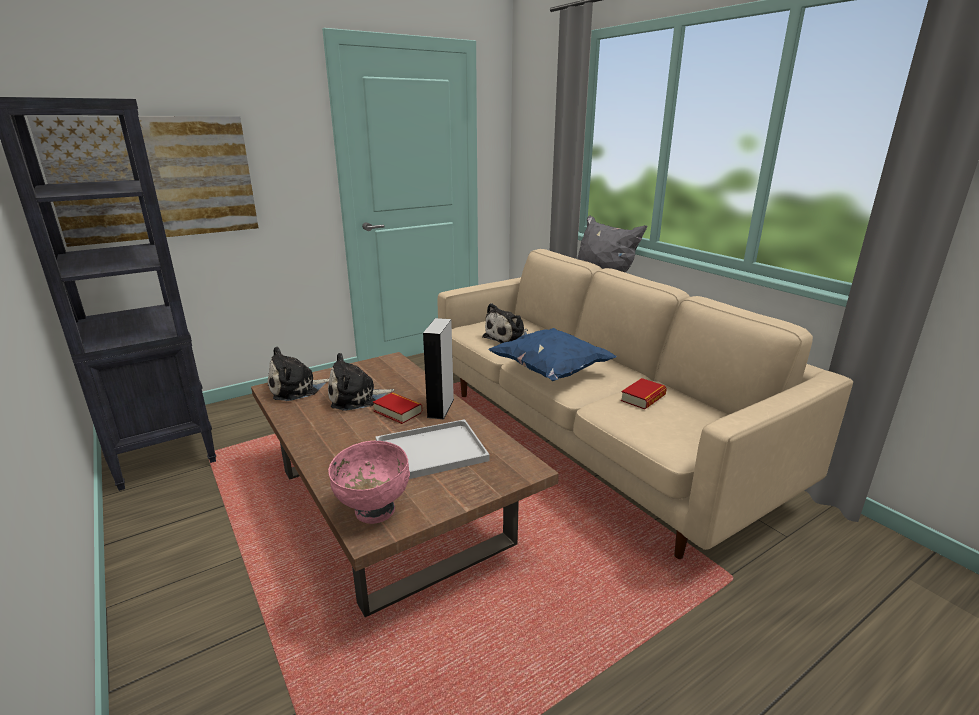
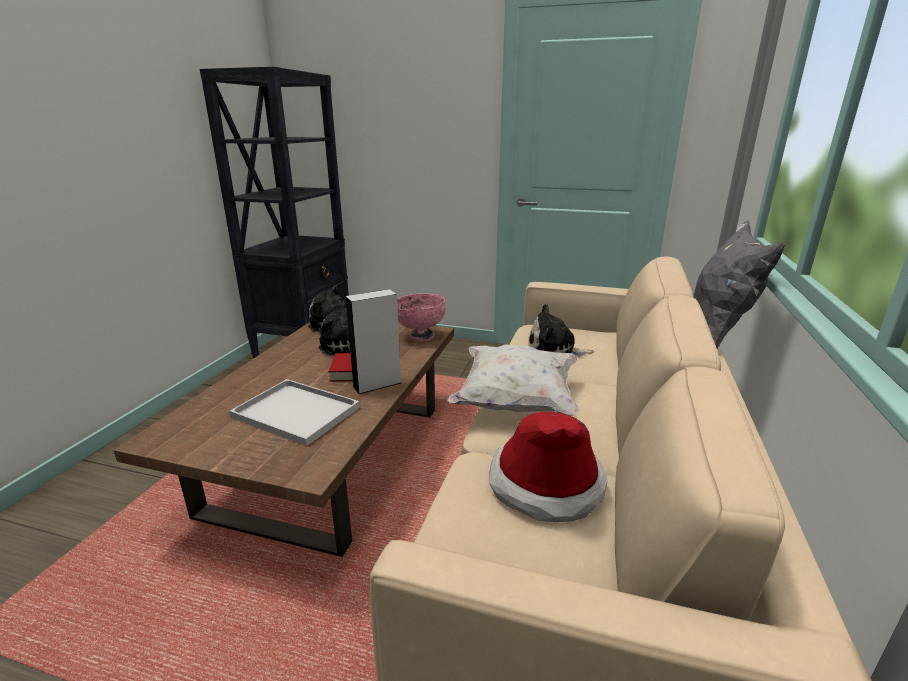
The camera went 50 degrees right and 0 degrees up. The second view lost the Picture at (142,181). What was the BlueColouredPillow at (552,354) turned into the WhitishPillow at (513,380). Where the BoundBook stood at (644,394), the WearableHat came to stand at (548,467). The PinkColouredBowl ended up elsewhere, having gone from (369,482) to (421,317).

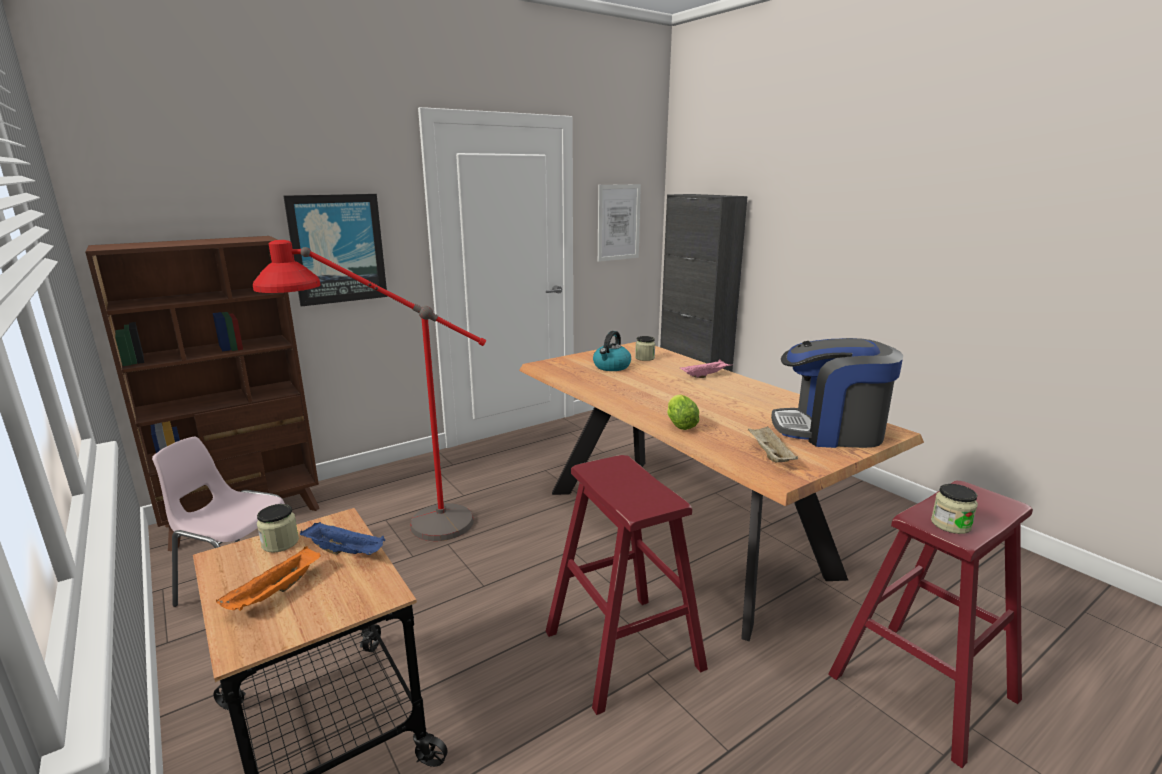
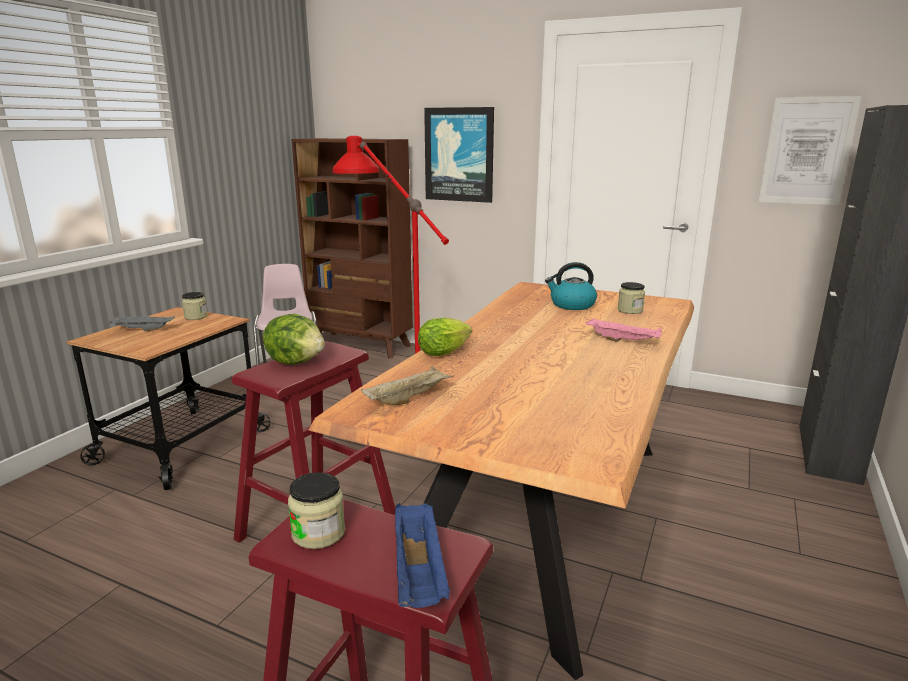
The camera went 60 degrees right and 0 degrees up. The second view lost the CoffeeMaker at (837,393). The BlueColouredCarryingTray ended up elsewhere, having gone from (342,538) to (422,555). What was the OrangeyCarryingTray at (268,578) turned into the GreyCarryingTray at (142,323). The second view gained the HeadOfLettuce at (294,339).

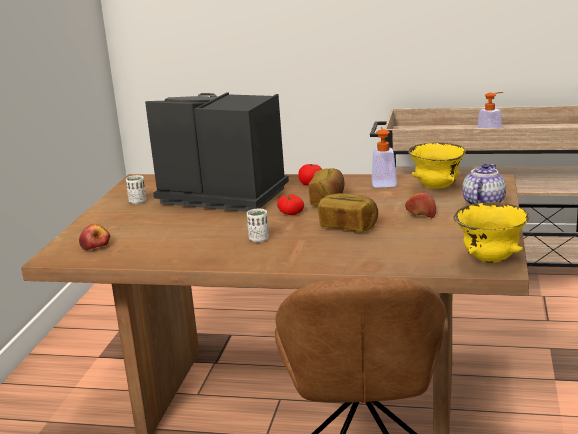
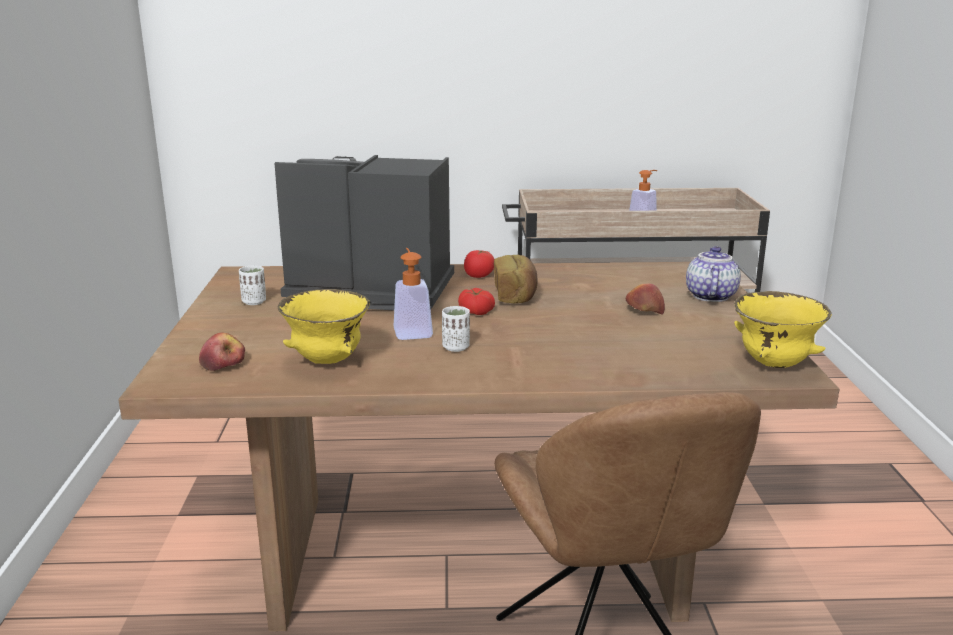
The camera went 15 degrees left and 0 degrees up. The SoapDispenser ended up elsewhere, having gone from (384,157) to (413,294). The YellowBowl ended up elsewhere, having gone from (437,165) to (323,326). The second view lost the Bread at (348,212).

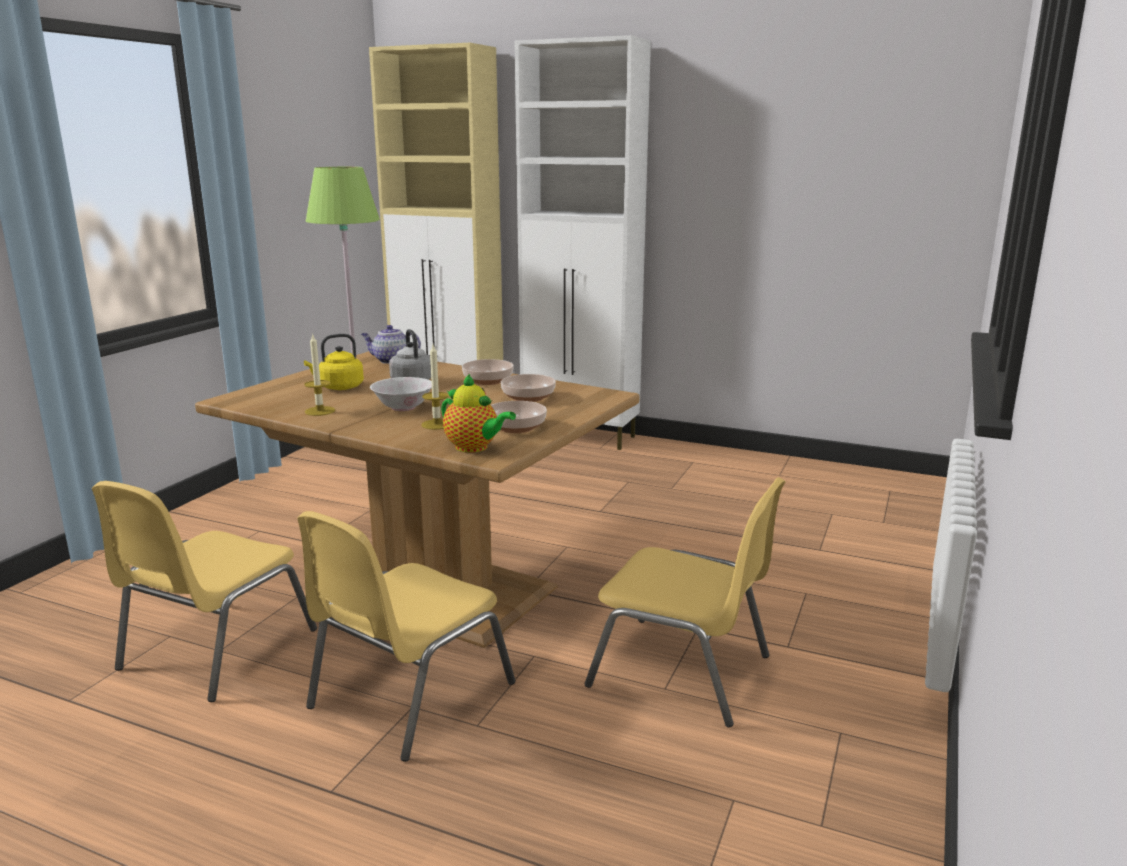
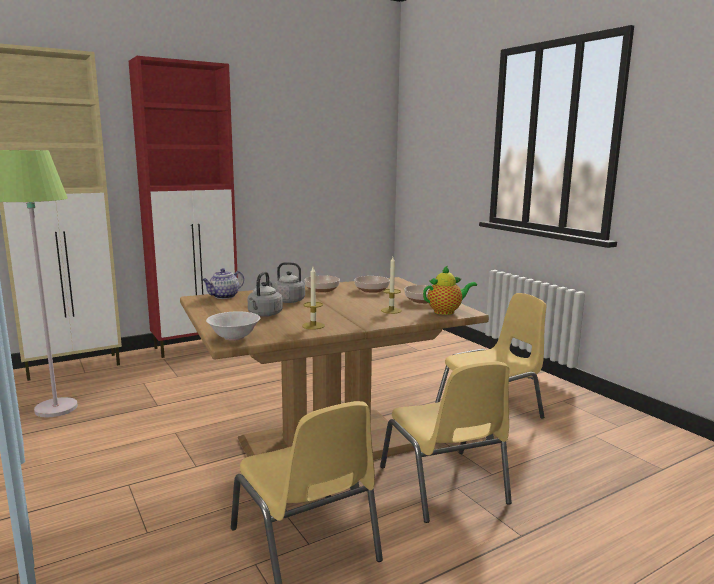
The camera went 55 degrees left and 5 degrees down. What was the WhitishCupboard at (582,242) turned into the ReddishCupboard at (183,207). What was the YellowKettle at (334,362) turned into the GreyKettle at (265,294). The WhitishBowl ended up elsewhere, having gone from (401,394) to (233,326).

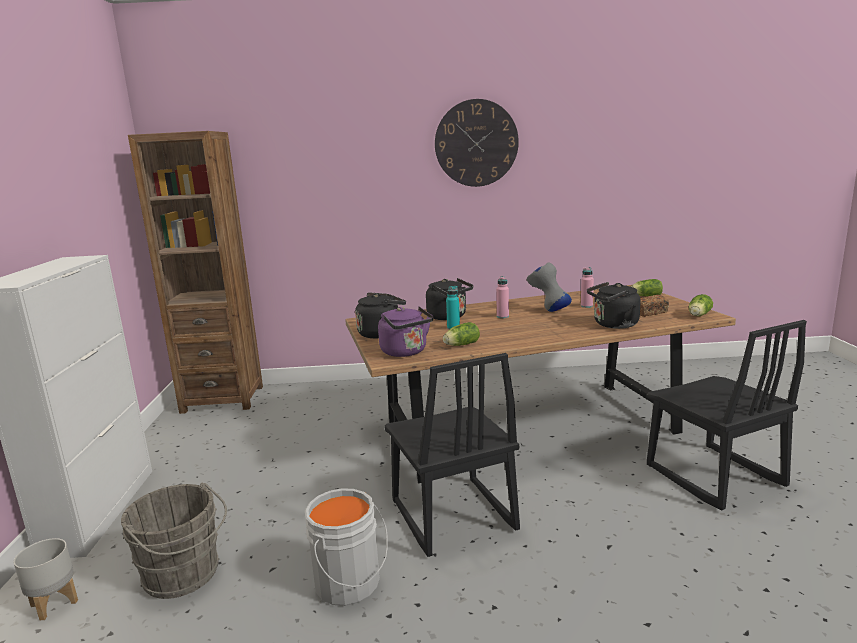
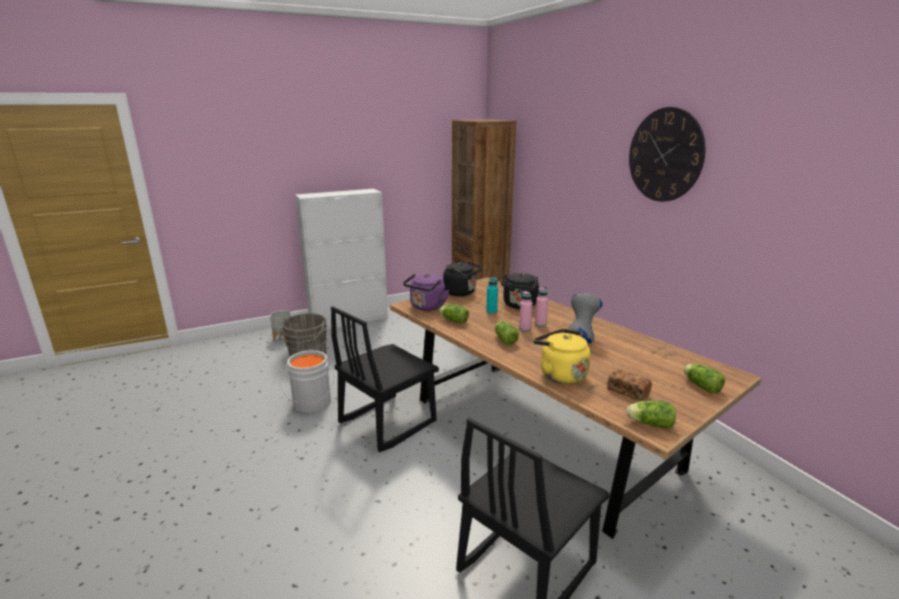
The camera went 65 degrees right and 5 degrees up. The PinkColouredDrinkBottle ended up elsewhere, having gone from (587,287) to (526,311). What was the BlackishKettle at (614,305) turned into the YellowKettle at (561,356). The second view gained the HeadOfLettuce at (507,333).

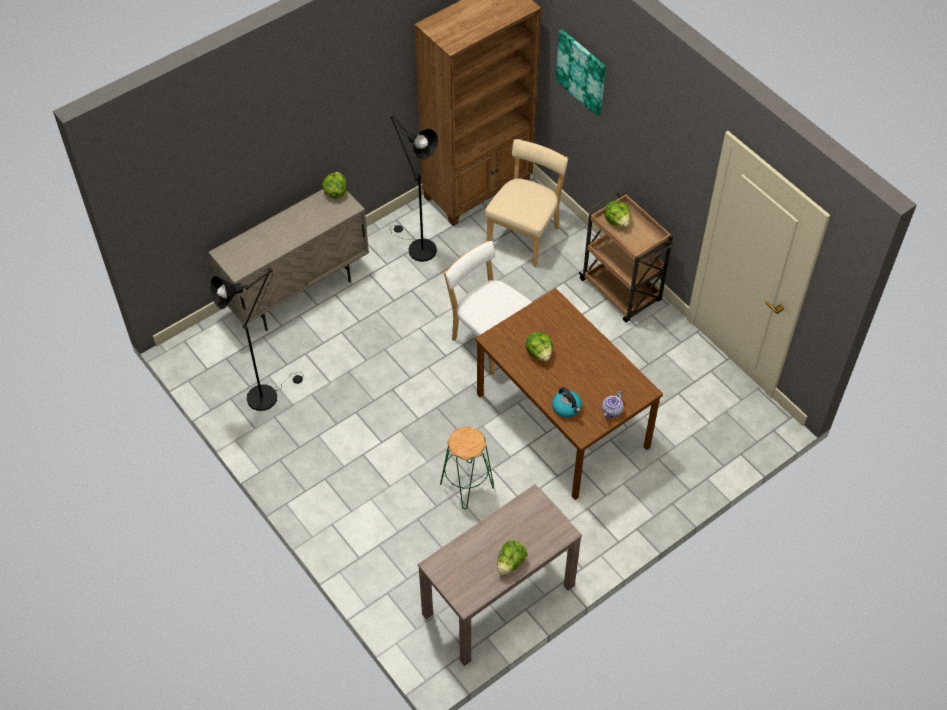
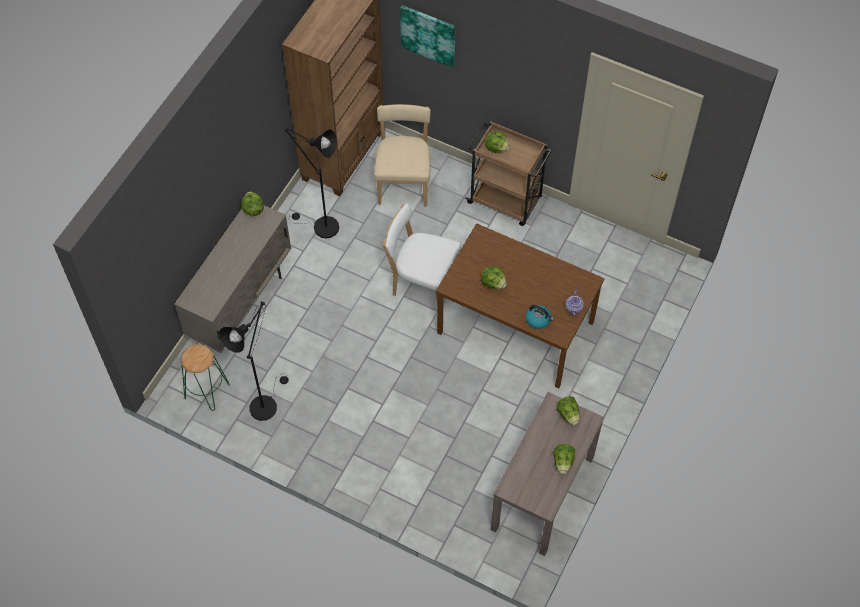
The camera went 25 degrees left and 5 degrees up. The GreenStool ended up elsewhere, having gone from (467,468) to (205,377). The second view gained the HeadOfLettuce at (568,411).

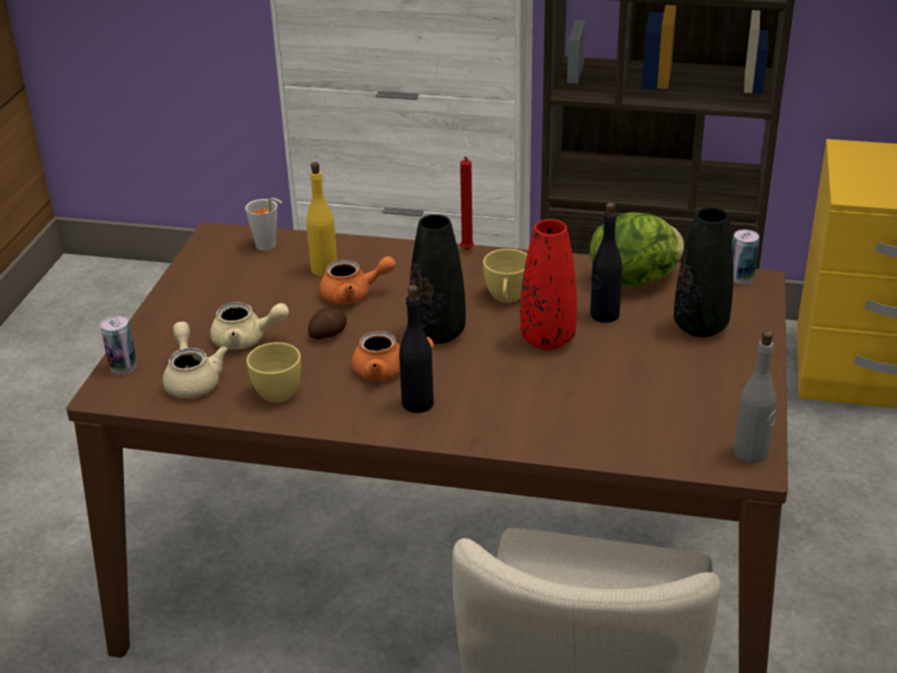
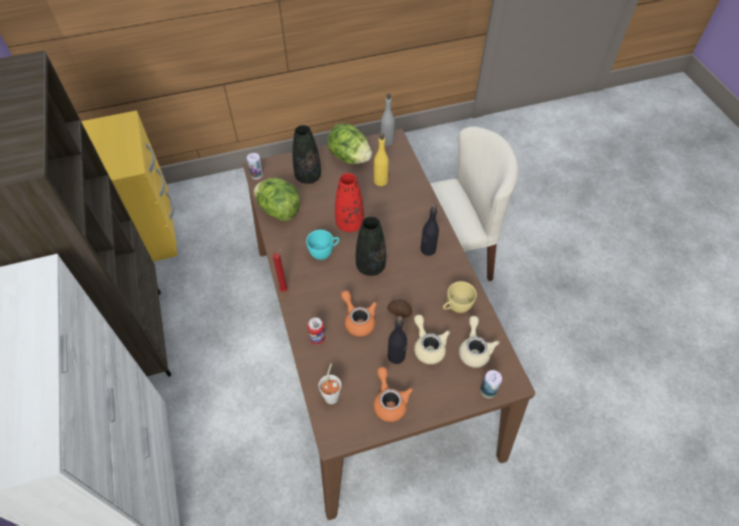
The camera went 120 degrees left and 20 degrees up. The YellowDrinkBottle ended up elsewhere, having gone from (321,219) to (381,159). The BlackishDrinkBottle ended up elsewhere, having gone from (606,263) to (398,340). What was the YellowSmallCup at (505,276) turned into the TurquoiseSmallCup at (323,245). The BeigeColouredPotForTea at (195,360) ended up facing another way, 135 degrees clockwise from before. The OrangeyPotForTea ended up elsewhere, having gone from (392,356) to (393,394). The second view gained the HeadOfLettuce at (349,143). The second view gained the Can at (316,331).

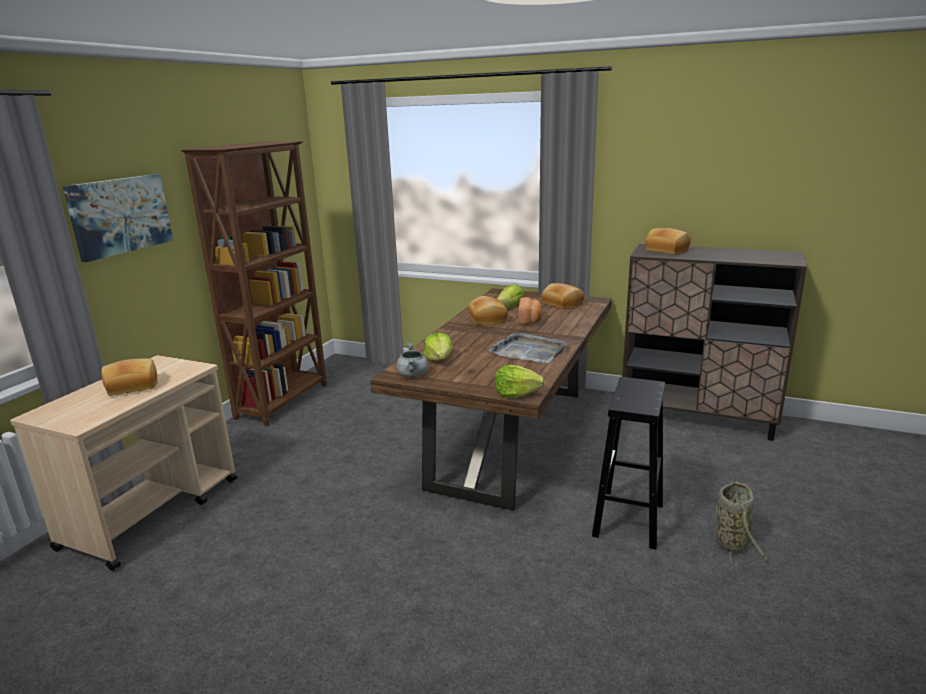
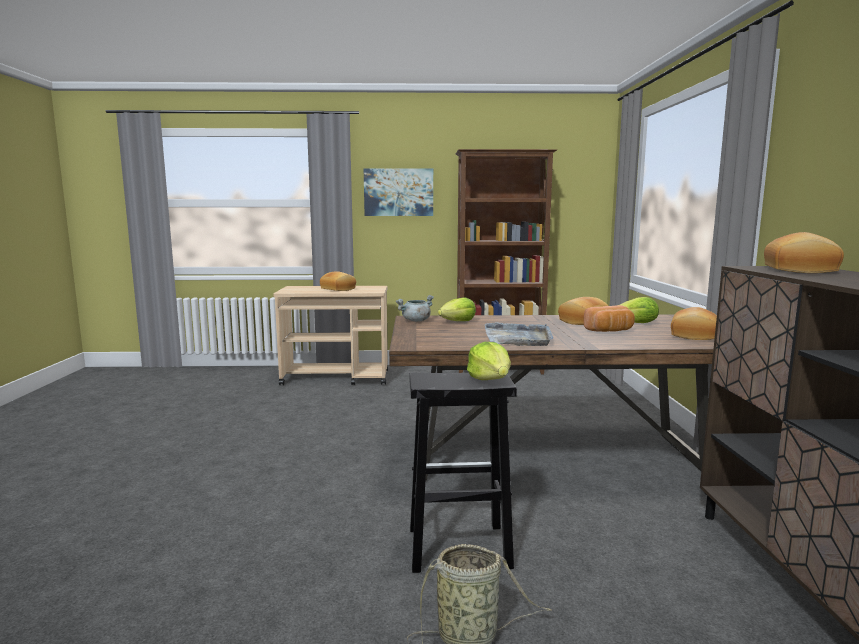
The camera went 65 degrees right and 10 degrees down. The HeadOfLettuce ended up elsewhere, having gone from (520,381) to (489,361).

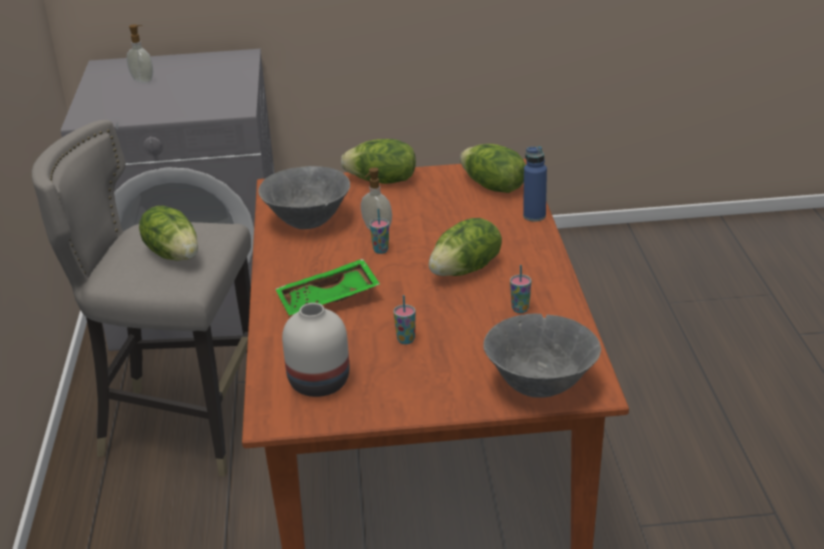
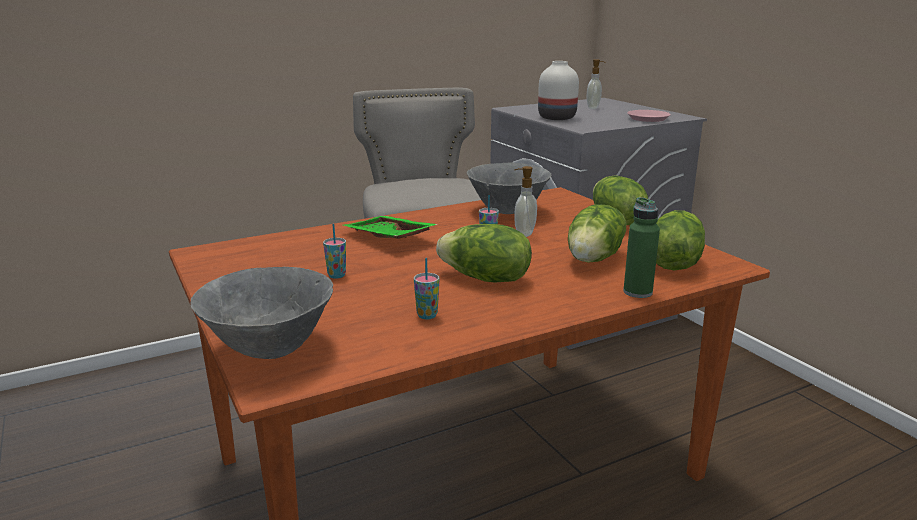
The camera went 65 degrees right and 10 degrees down. What was the BlueColouredDrinkBottle at (535,184) turned into the GreenDrinkBottle at (641,247). The HeadOfLettuce ended up elsewhere, having gone from (168,233) to (597,233). The WhitishDecorativeVase ended up elsewhere, having gone from (316,350) to (558,90). The second view gained the PinkColouredDinnerPlate at (649,116).

